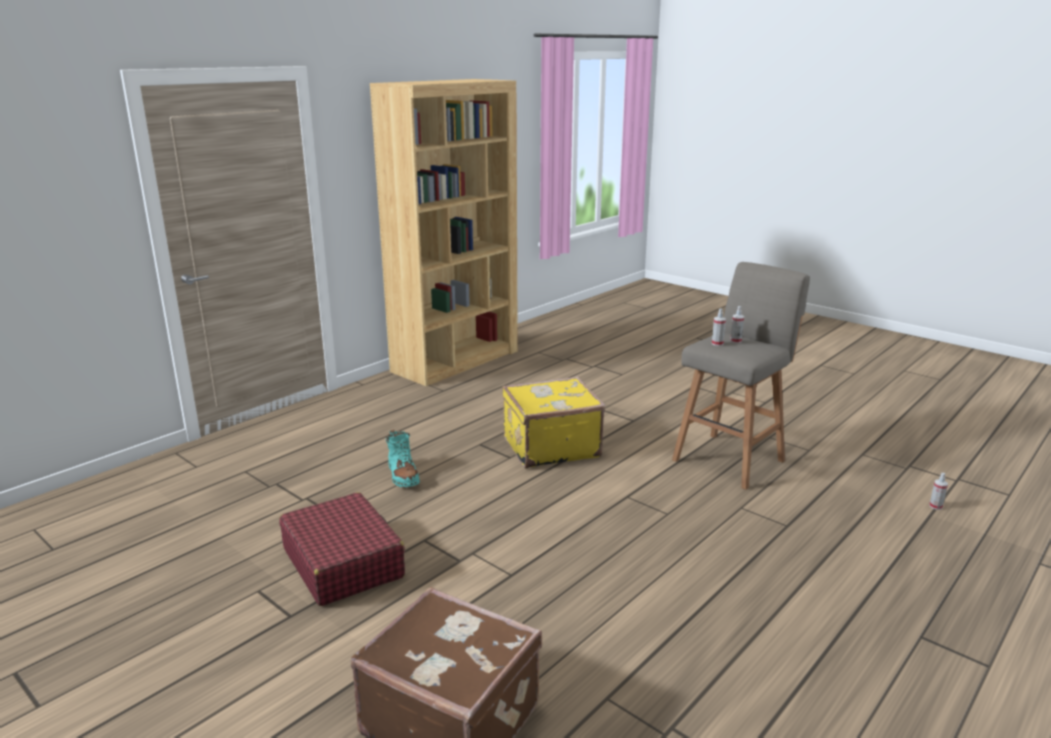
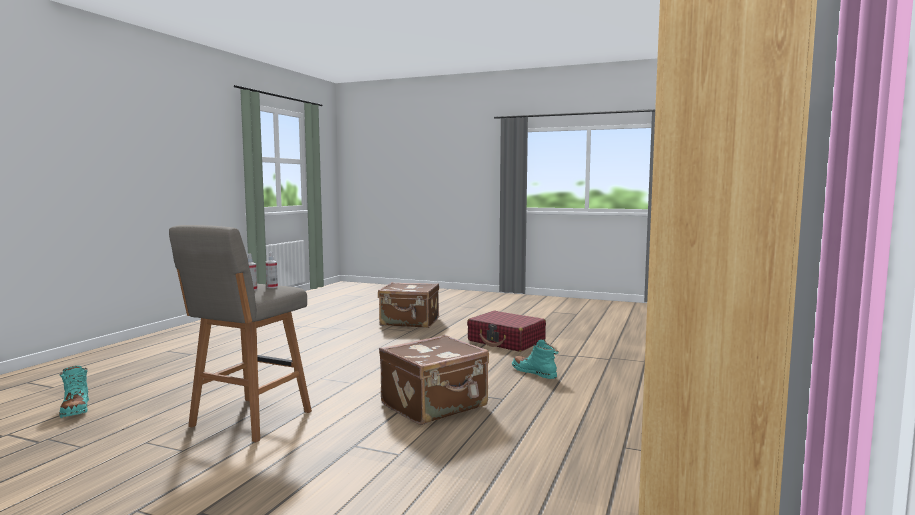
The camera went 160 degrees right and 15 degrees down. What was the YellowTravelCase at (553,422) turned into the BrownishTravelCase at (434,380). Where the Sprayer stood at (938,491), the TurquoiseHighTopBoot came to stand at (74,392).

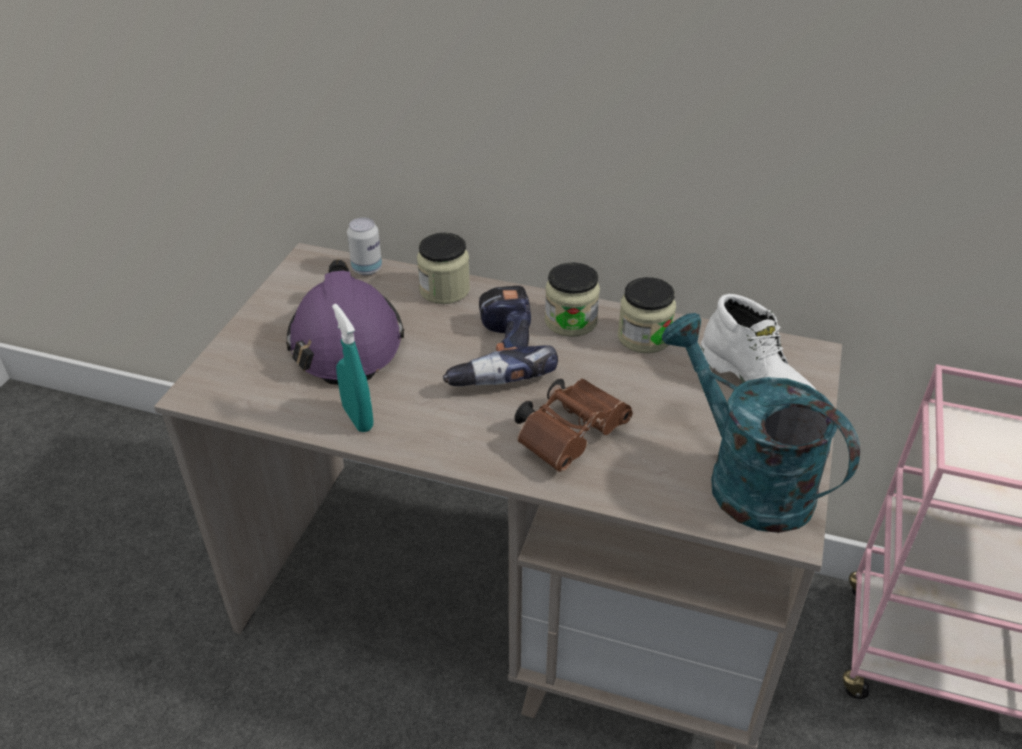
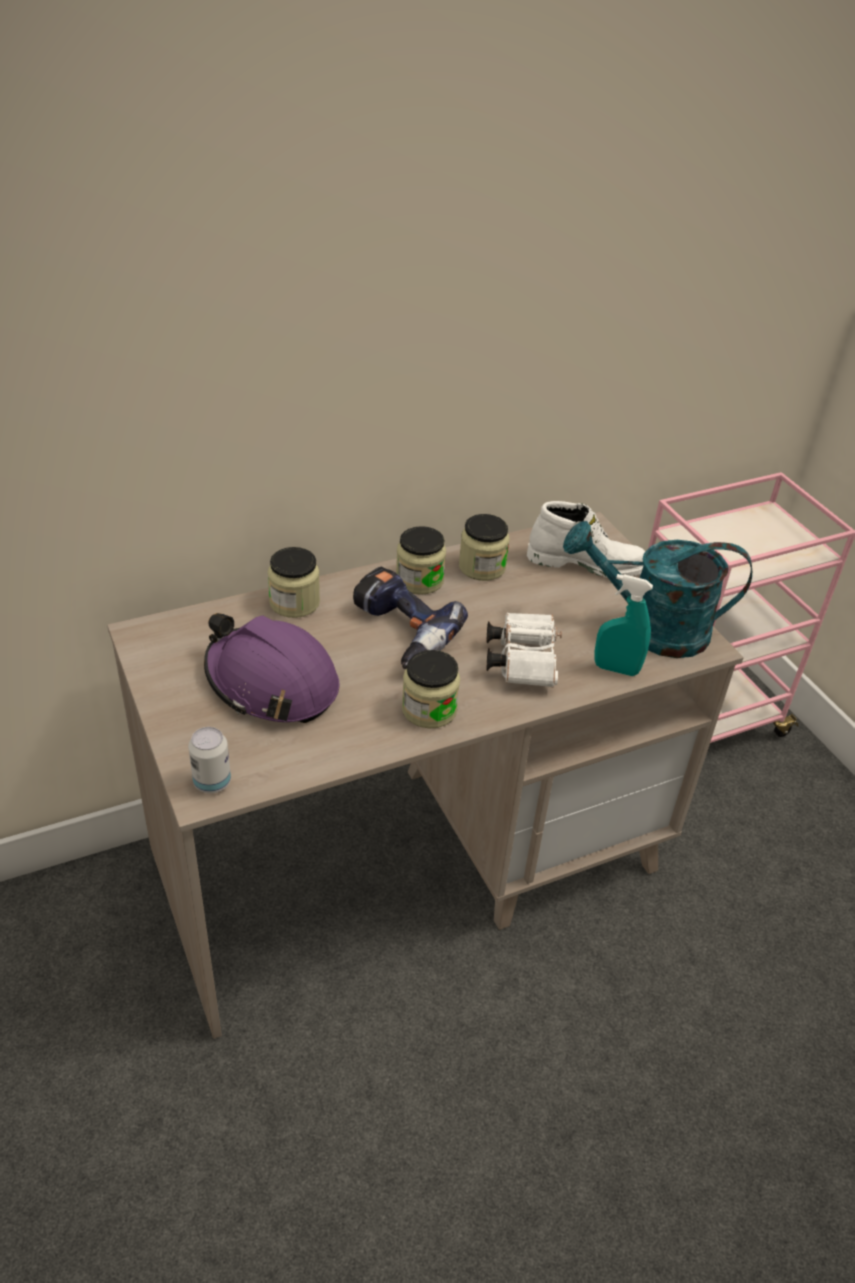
The camera went 45 degrees left and 0 degrees up. The Can ended up elsewhere, having gone from (364,246) to (209,760). The TurquoiseSprayer ended up elsewhere, having gone from (352,368) to (623,625). What was the BrownishPairOfBinoculars at (573,425) turned into the WhitishPairOfBinoculars at (524,650). The second view gained the StorageJar at (431,689).

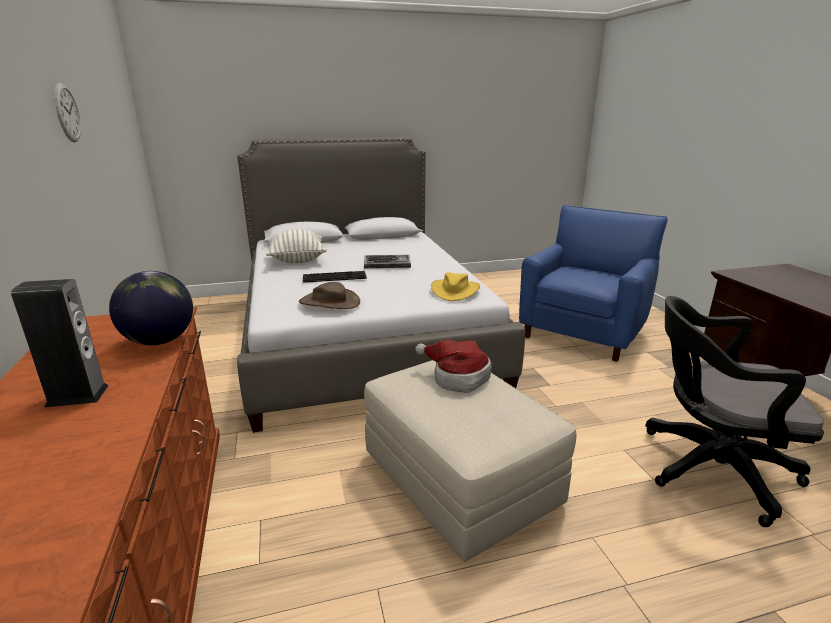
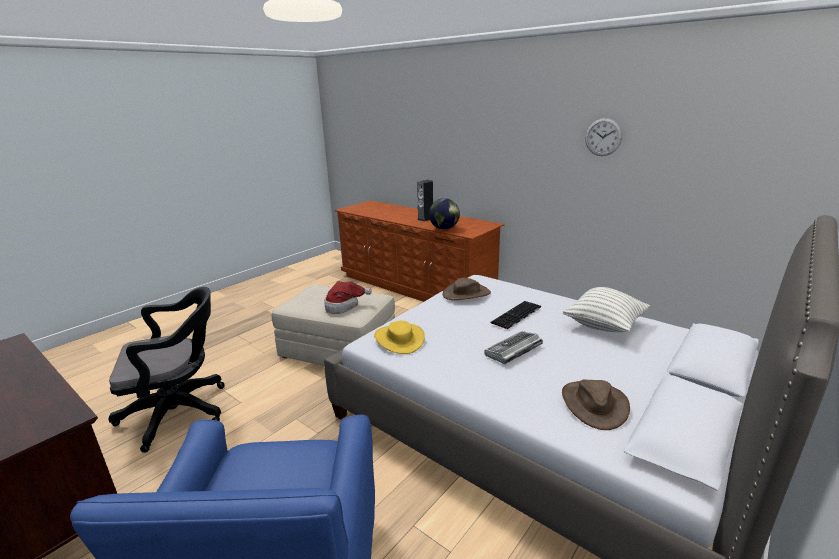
The camera went 145 degrees right and 0 degrees up. The second view gained the BrownishWearableHat at (596,404).

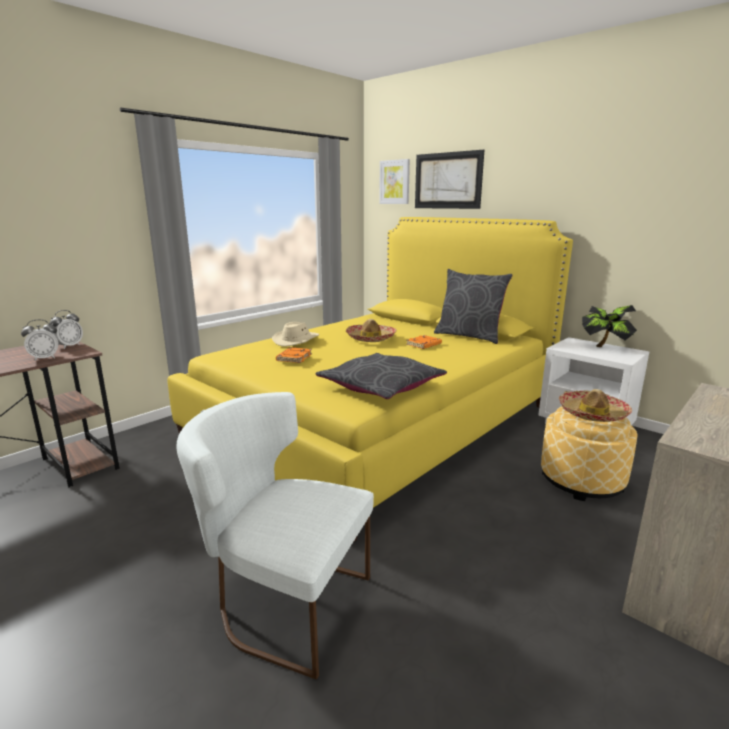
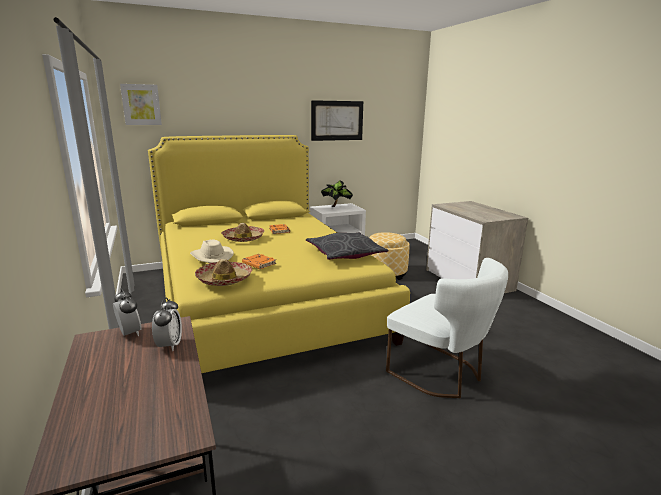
The camera went 65 degrees left and 0 degrees up. The Picture ended up elsewhere, having gone from (449,179) to (337,120). The second view lost the GreyPillow at (473,306). The WearableHat ended up elsewhere, having gone from (595,405) to (223,272). The WhitishChair at (275,535) ended up facing another way, 90 degrees counterclockwise from before.

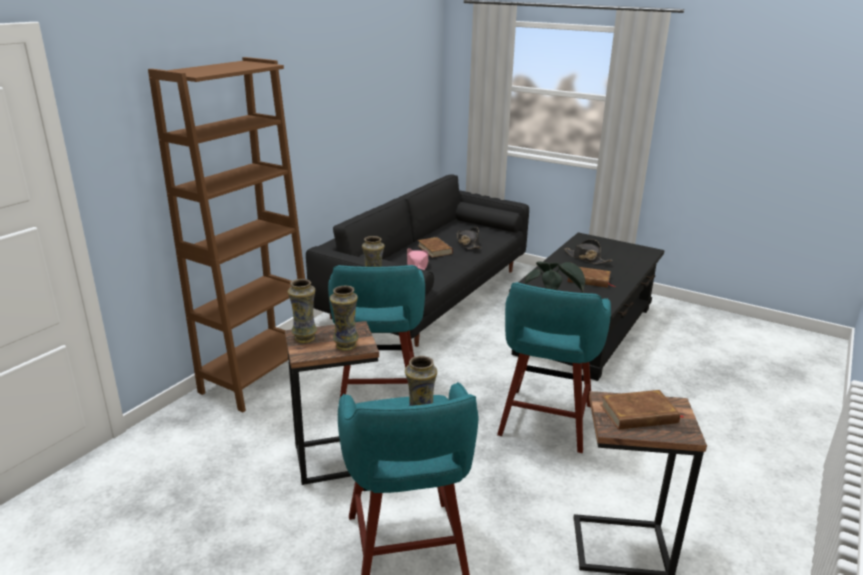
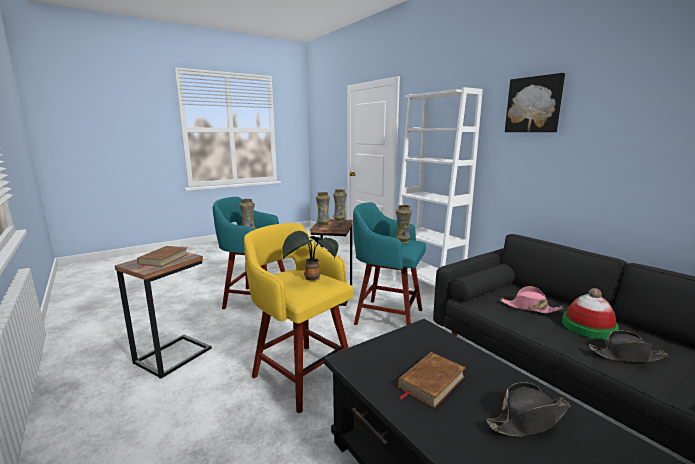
The camera went 115 degrees right and 10 degrees down. What was the BrownishBookshelf at (226,234) turned into the WhitishBookshelf at (437,187). Where the BrownishBoundBook stood at (435,247), the WearableHat came to stand at (590,314). What was the TurquoiseStool at (554,367) turned into the YellowStool at (299,318). The second view gained the Picture at (535,102).

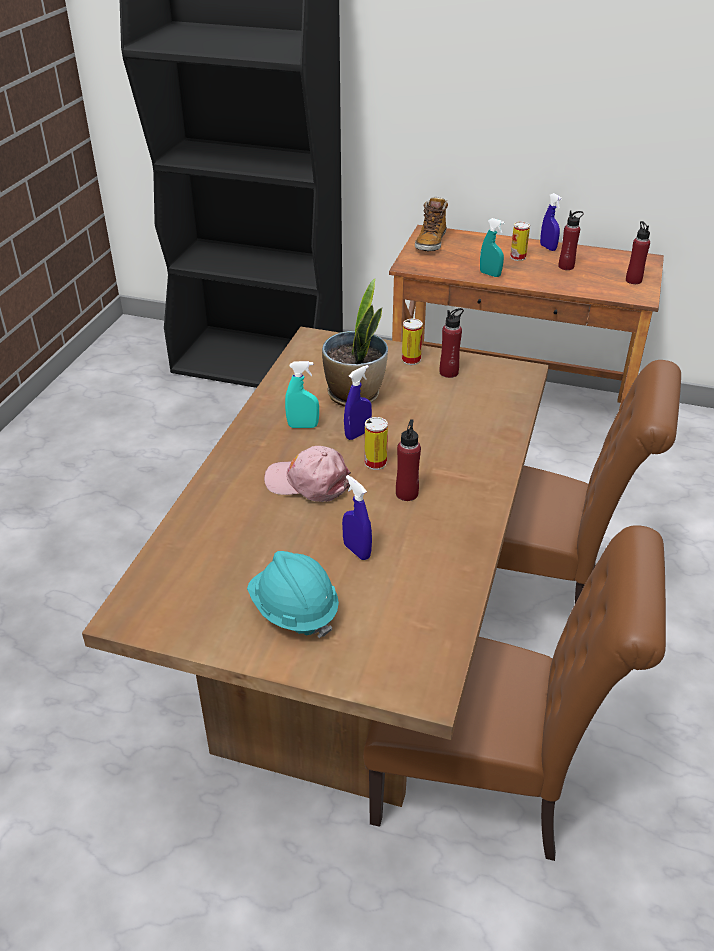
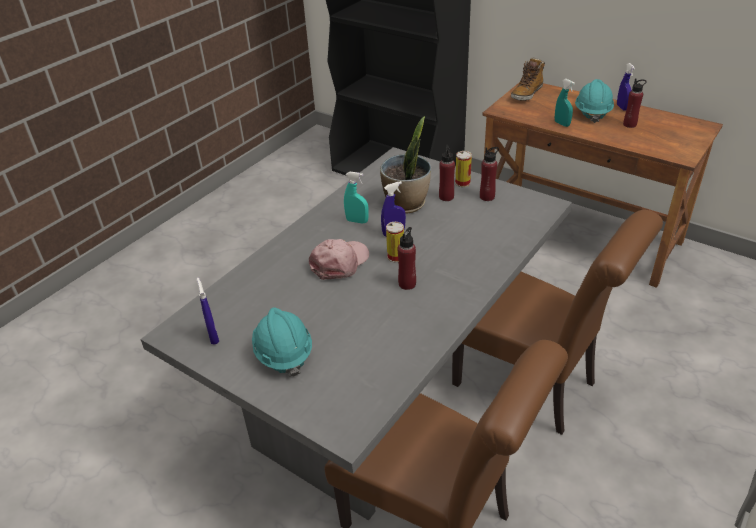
The camera went 20 degrees right and 0 degrees up. The ReddishDrinkBottle ended up elsewhere, having gone from (638,252) to (447,173). Where the Can stood at (520,241), the TurquoiseSafetyHelmet came to stand at (594,101). What was the BrownishDiningTable at (315,567) turned into the GreyDiningTable at (356,333). The PinkColouredPeakedCap at (307,474) ended up facing another way, 90 degrees clockwise from before. The BlueColouredSprayer ended up elsewhere, having gone from (357,517) to (207,311).

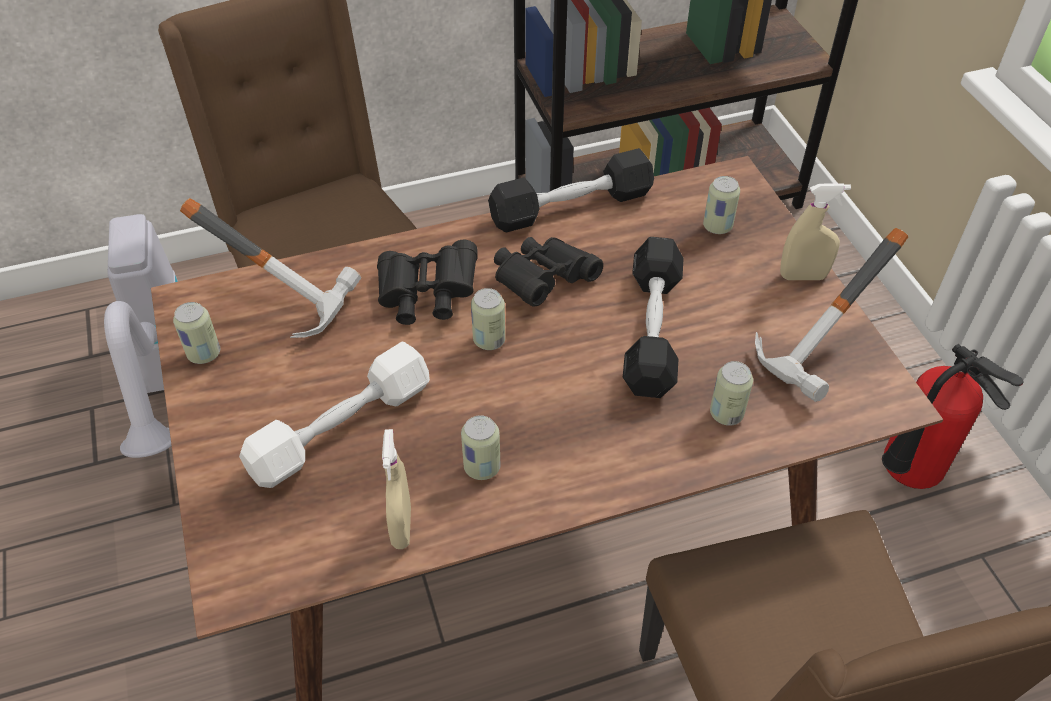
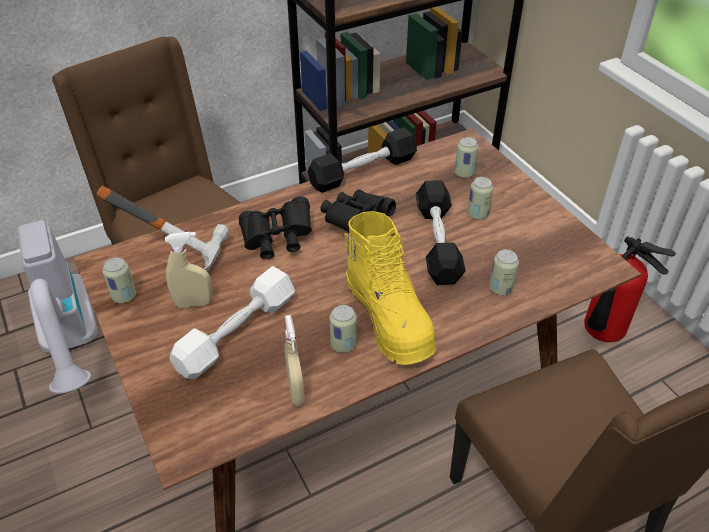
The camera went 10 degrees left and 5 degrees down. The BeigeColouredSprayer ended up elsewhere, having gone from (815,231) to (188,270). The second view lost the Hammer at (831,315). The Can ended up elsewhere, having gone from (488,319) to (480,198). The second view gained the YellowHighTopBoot at (390,288).

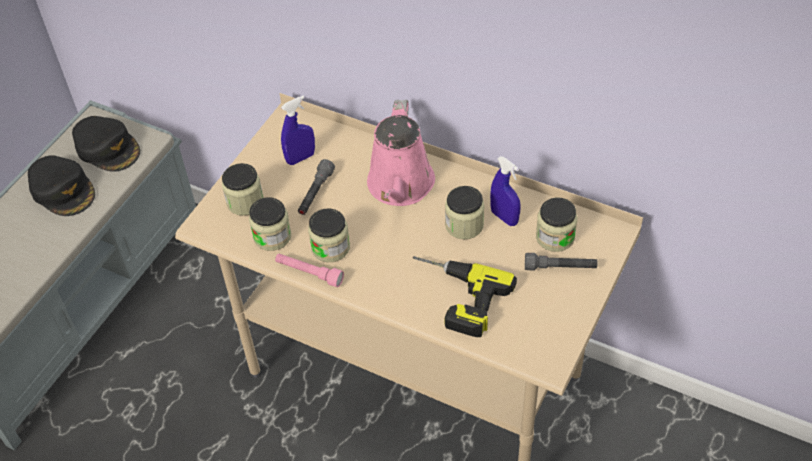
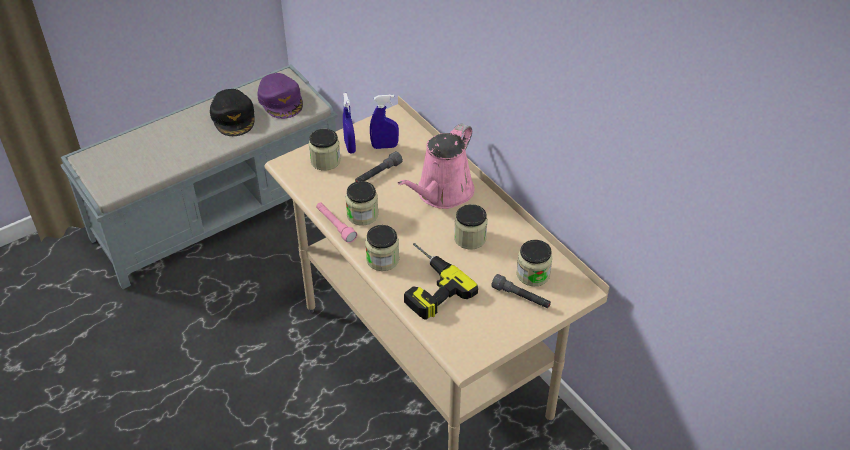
The camera went 25 degrees right and 5 degrees down. What was the BlackishPeakedCap at (106,144) turned into the PurpleColouredPeakedCap at (280,96). The BlueColouredSprayer ended up elsewhere, having gone from (505,191) to (349,123). The StorageJar ended up elsewhere, having gone from (270,224) to (382,248).

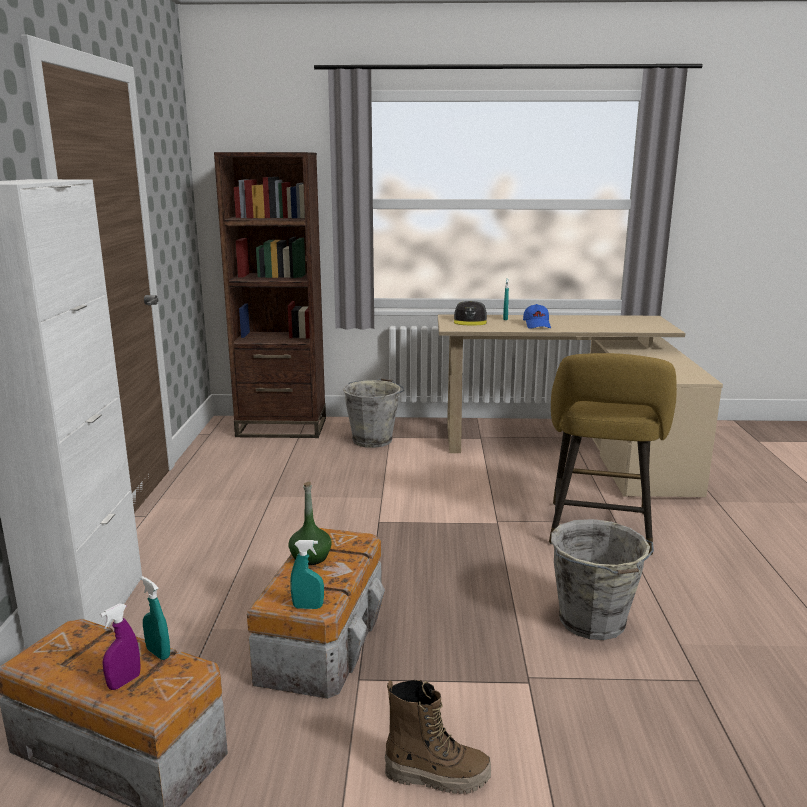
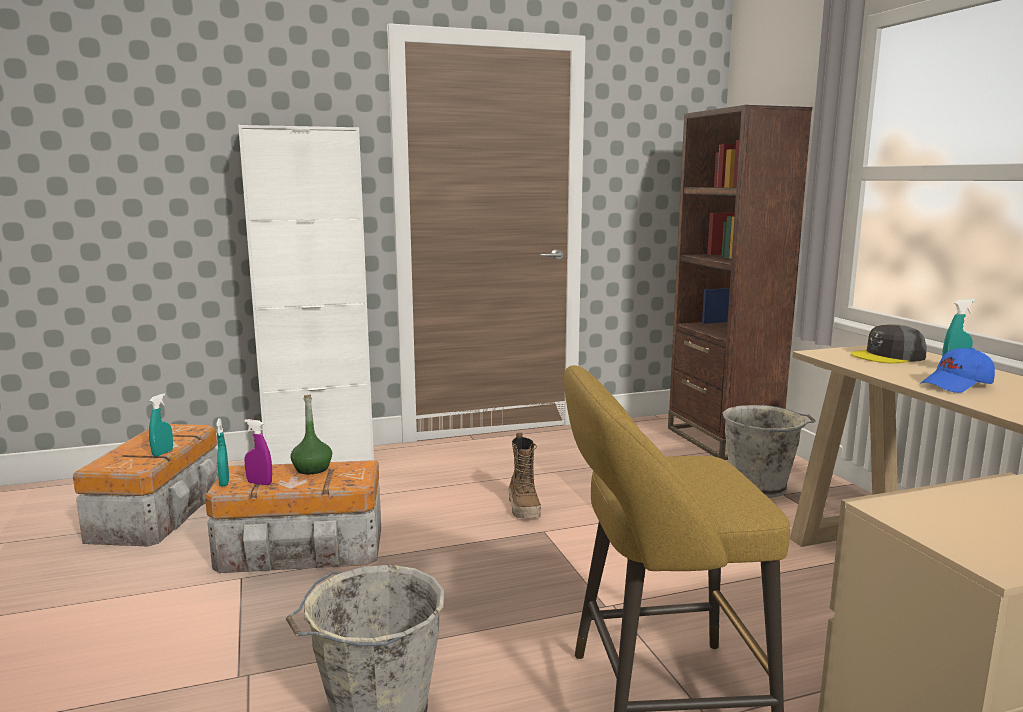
The camera went 70 degrees right and 5 degrees down. The PurpleColouredSprayer ended up elsewhere, having gone from (120,647) to (258,452). The HighTopBoot ended up elsewhere, having gone from (438,737) to (524,475).

